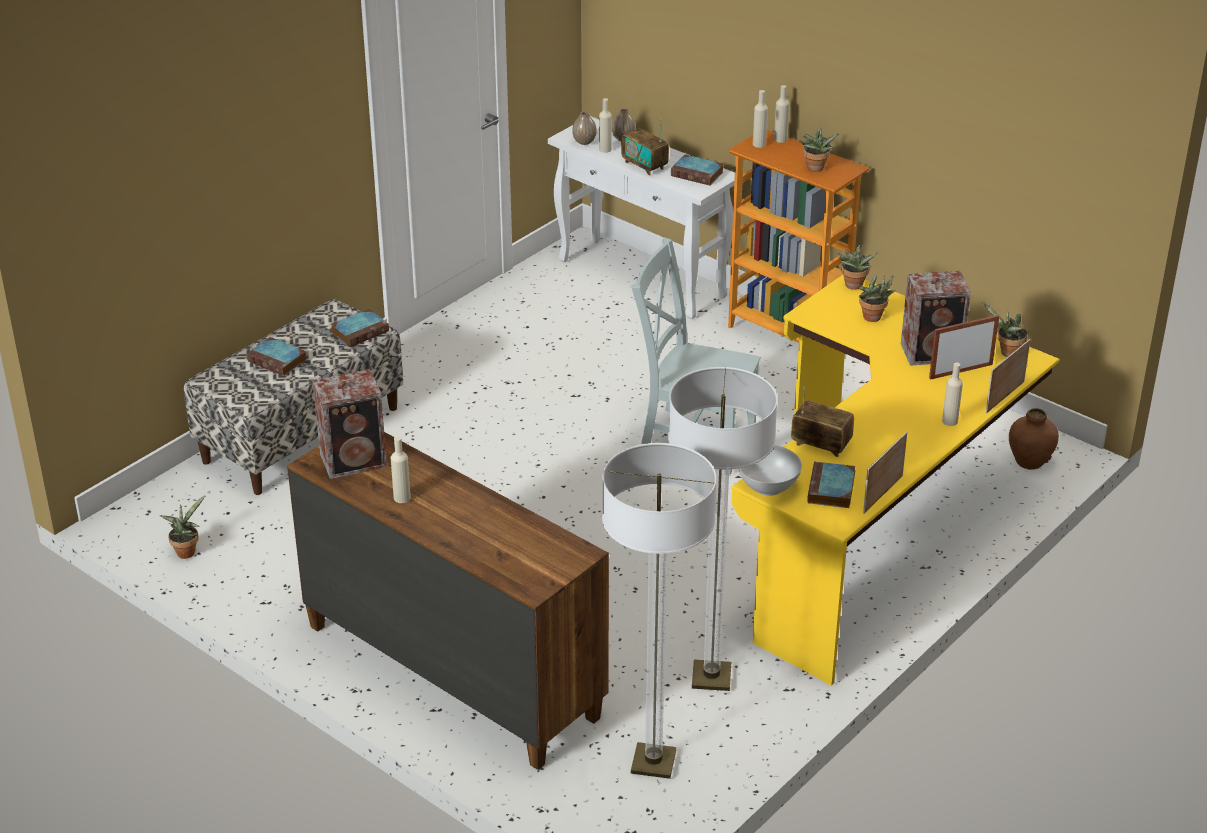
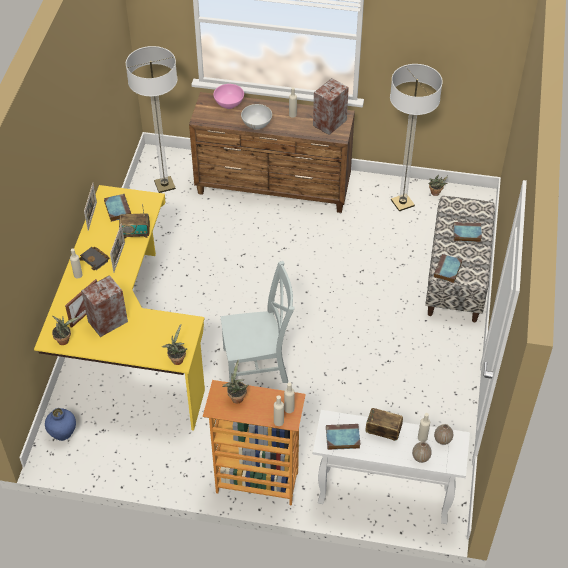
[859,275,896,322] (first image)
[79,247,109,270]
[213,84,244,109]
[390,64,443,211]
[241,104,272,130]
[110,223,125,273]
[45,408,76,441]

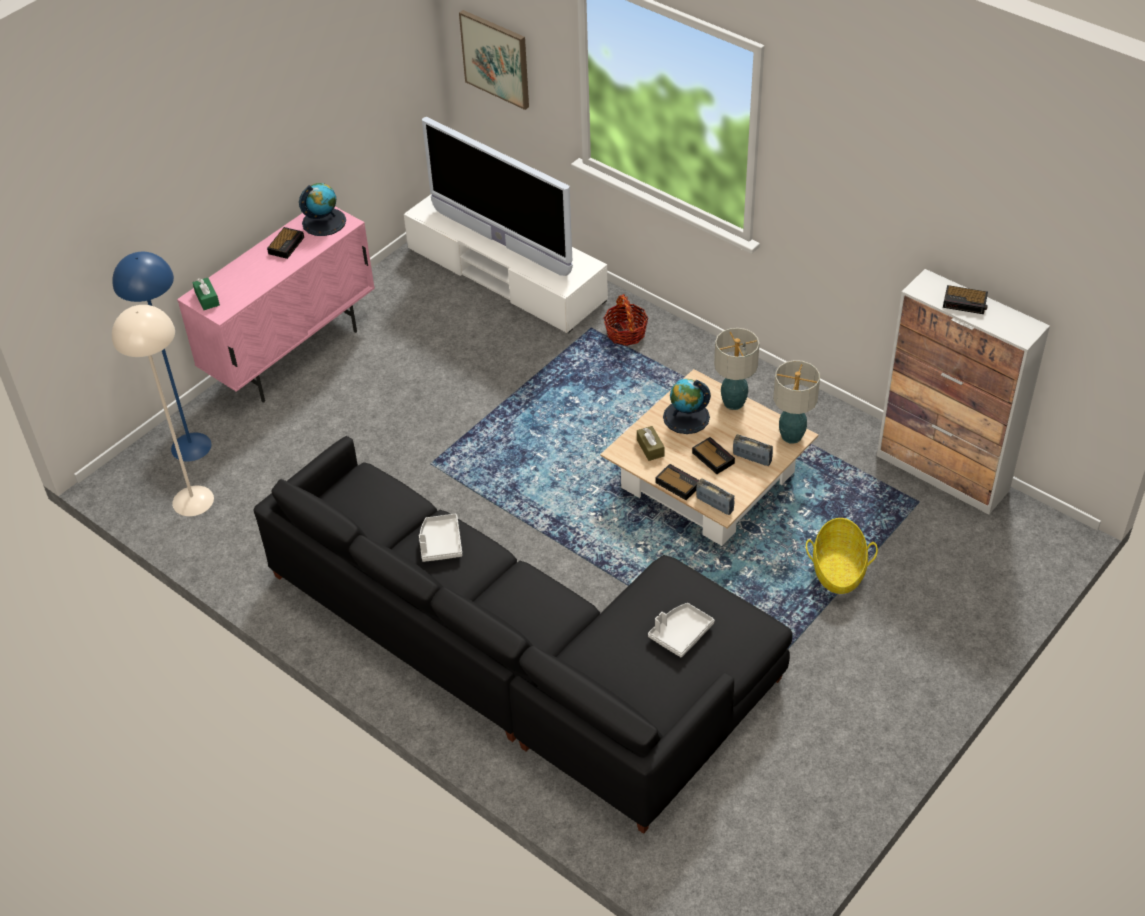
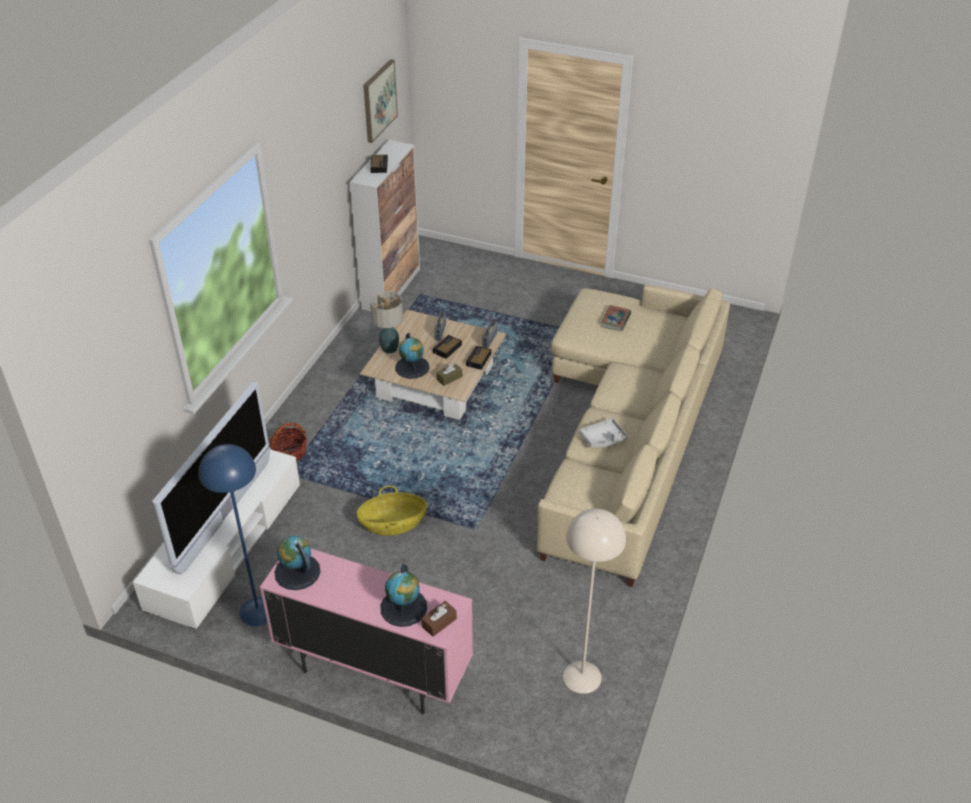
[267,227,304,259] (first image)
[773,360,820,444] (first image)
[380,564,427,627]
[199,444,267,626]
[363,59,398,143]
[357,486,427,536]
[601,305,631,331]
[421,601,457,637]
[537,284,730,587]

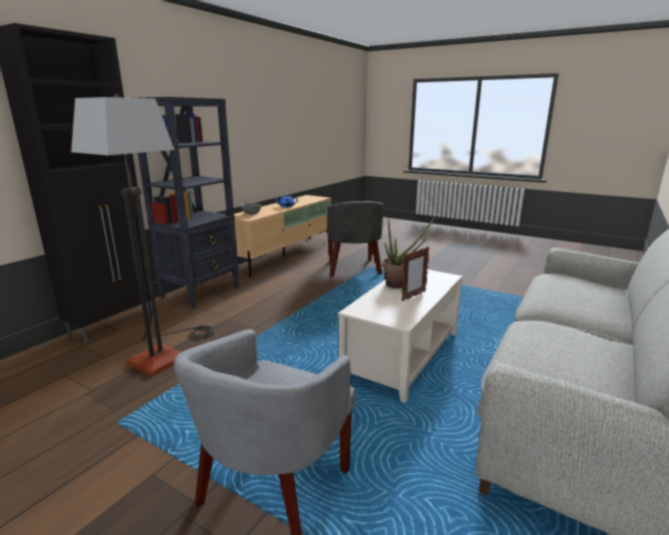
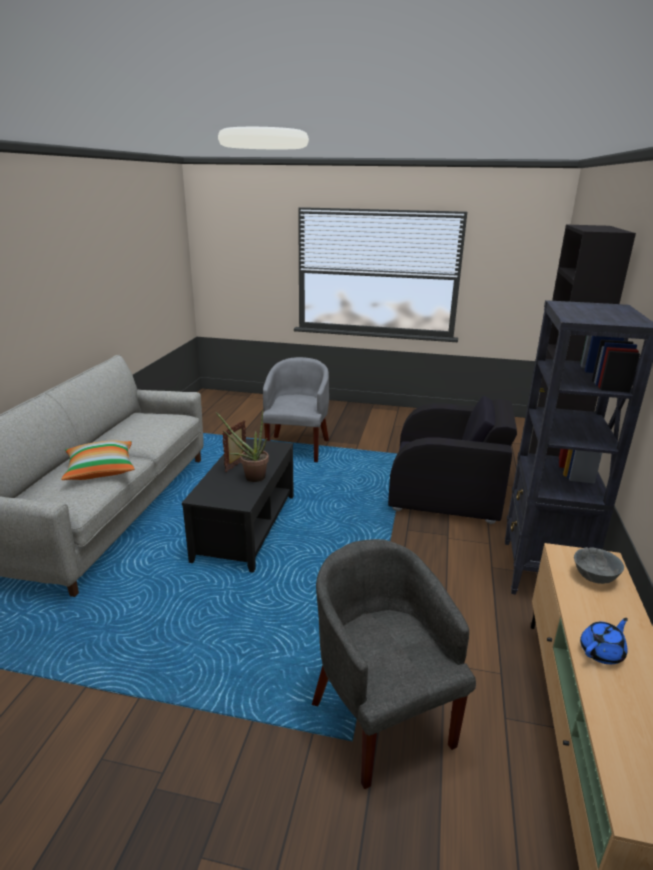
[61,440,135,480]
[388,396,517,524]
[182,438,294,573]

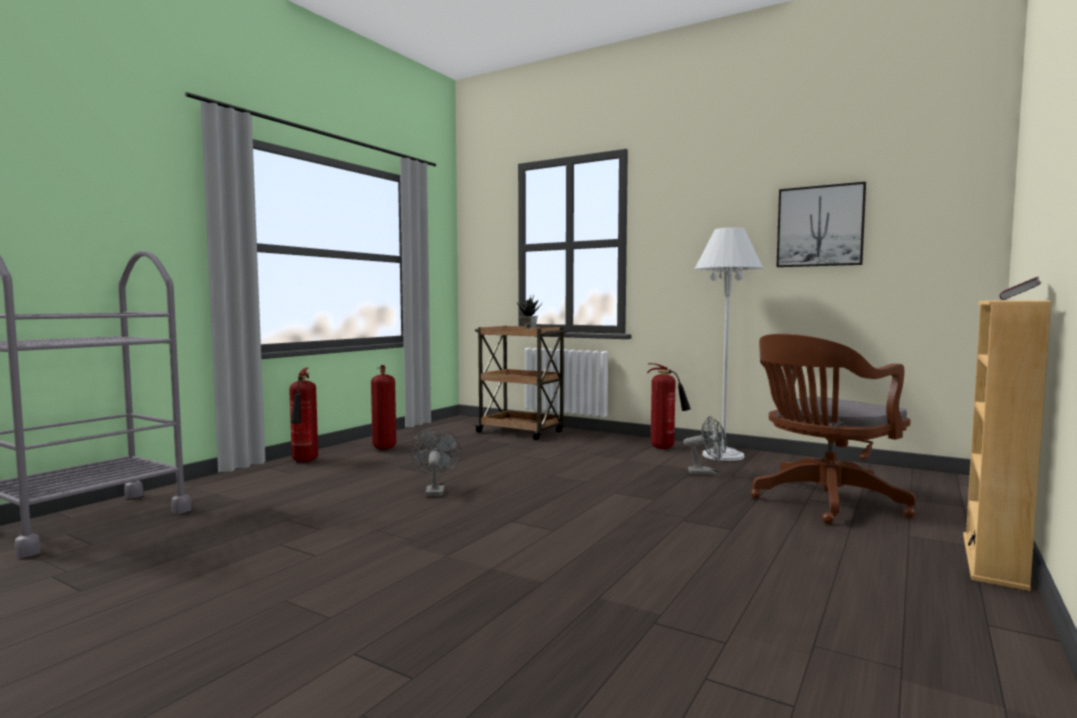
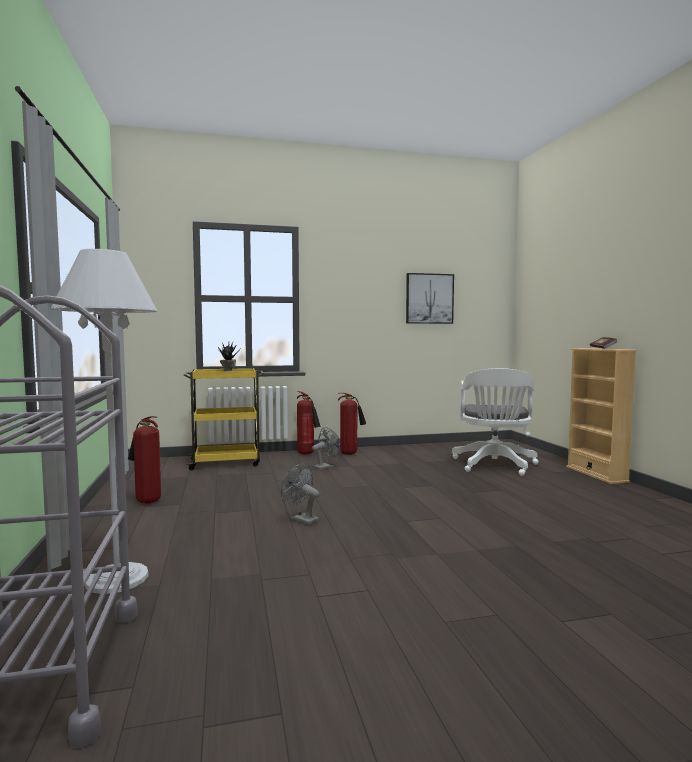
[297,391,321,455]
[312,427,340,470]
[50,249,158,594]
[183,368,265,470]
[452,368,539,476]

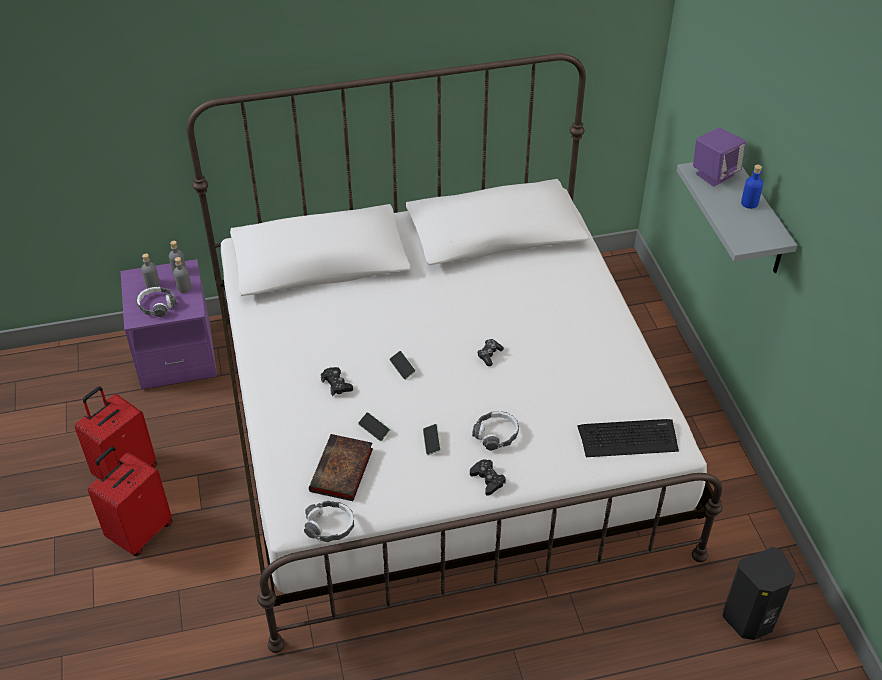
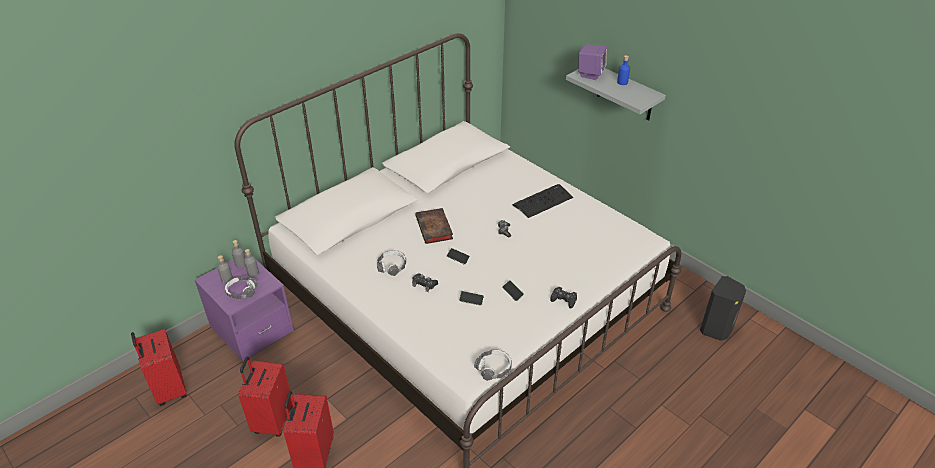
[131,329,187,406]
[415,208,453,244]
[377,250,406,276]
[513,184,573,218]

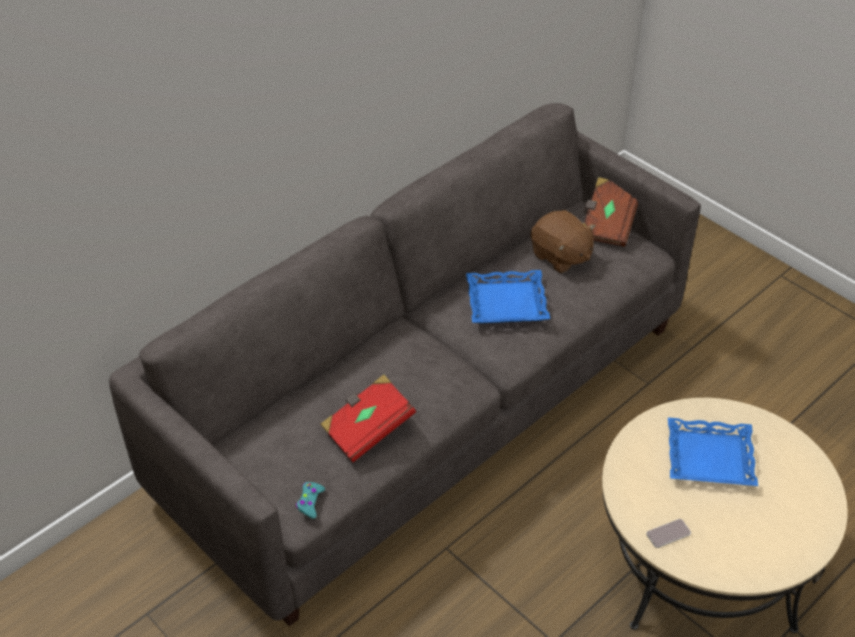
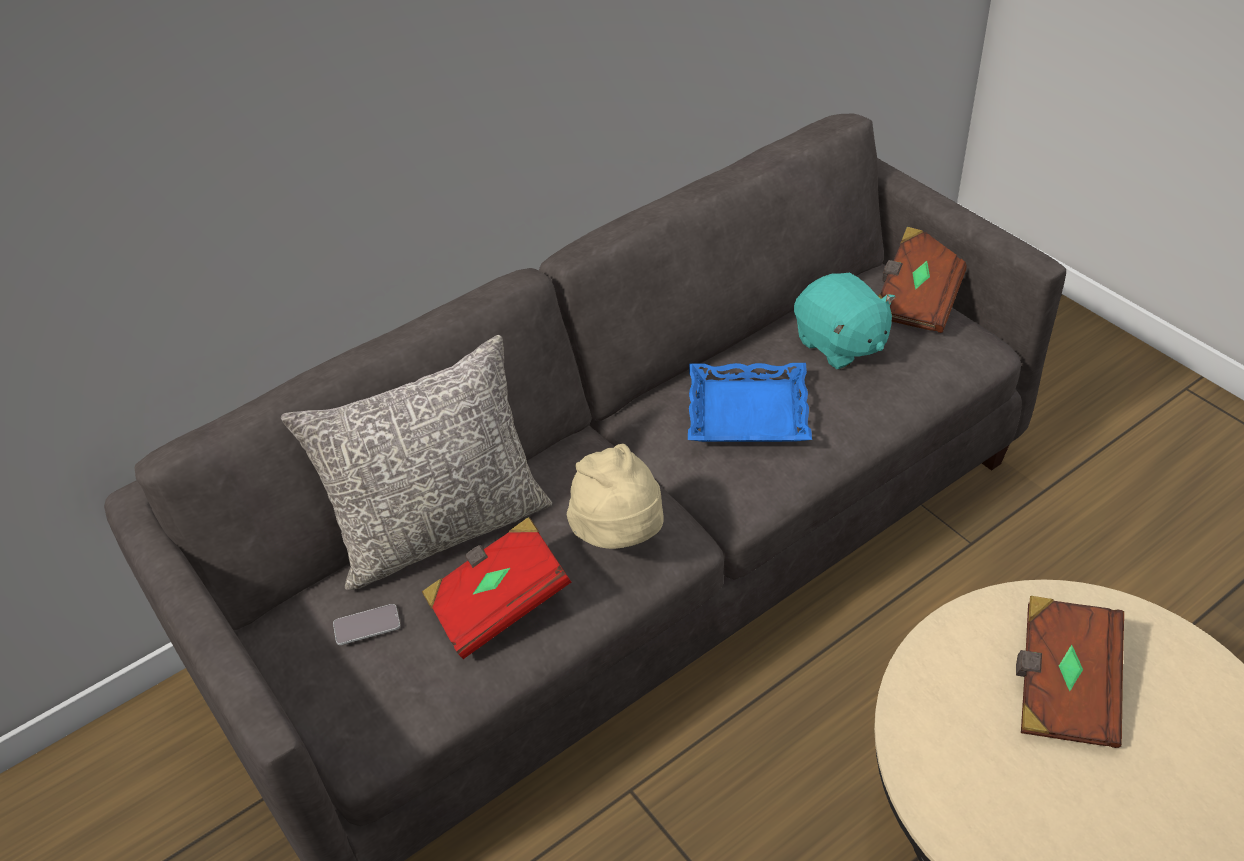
[296,482,325,519] (first image)
[281,335,552,590]
[567,444,664,549]
[333,604,400,645]
[1016,596,1124,748]
[794,273,895,370]

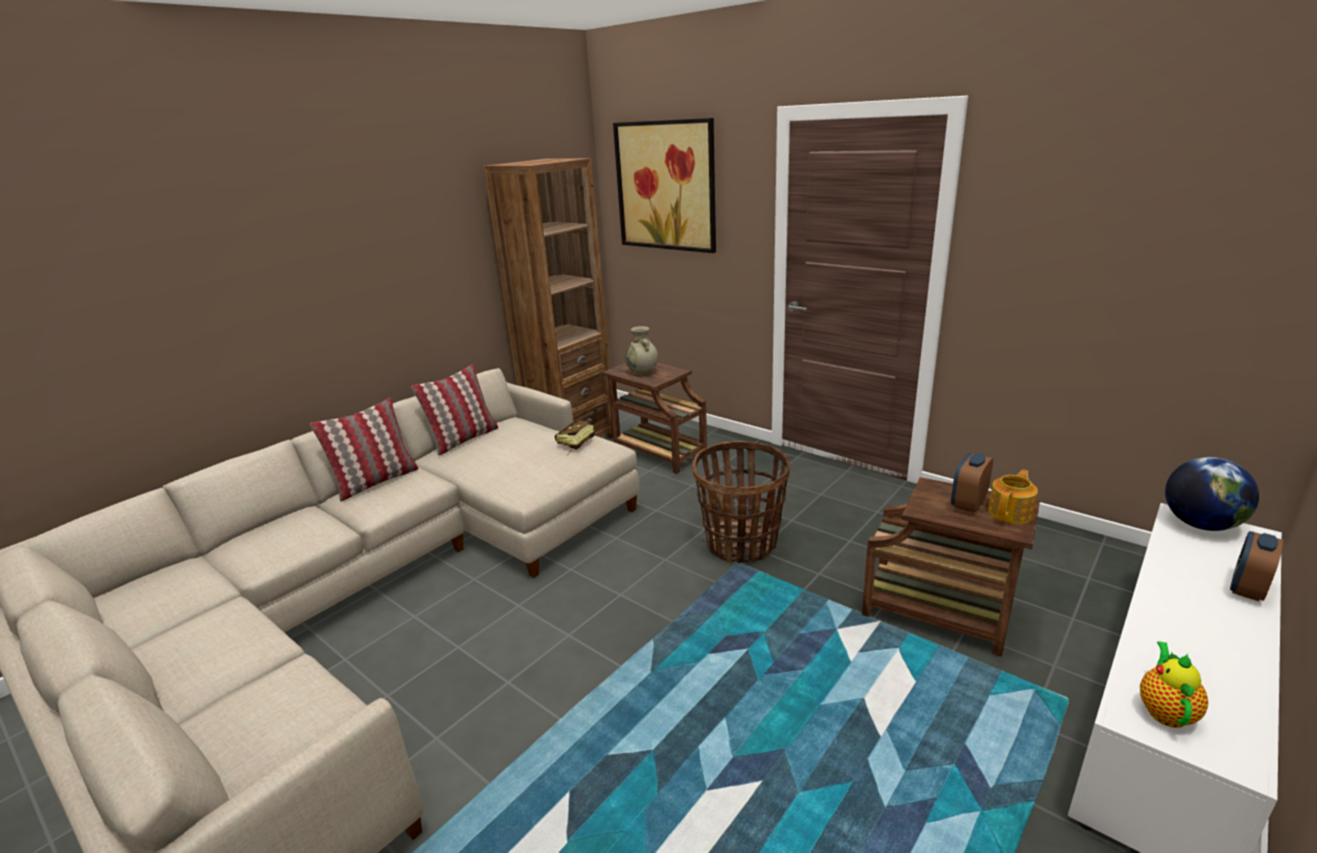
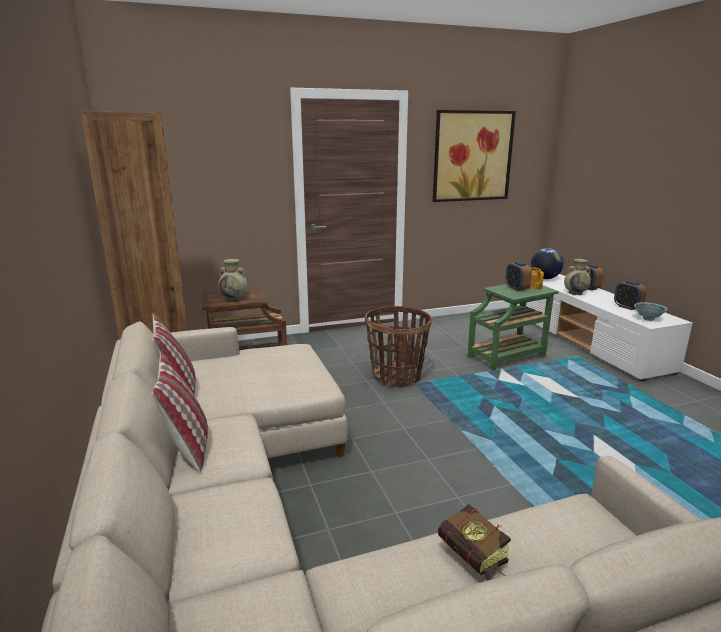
[564,259,591,295]
[614,280,647,310]
[438,504,511,576]
[433,110,516,202]
[634,302,667,321]
[468,284,559,371]

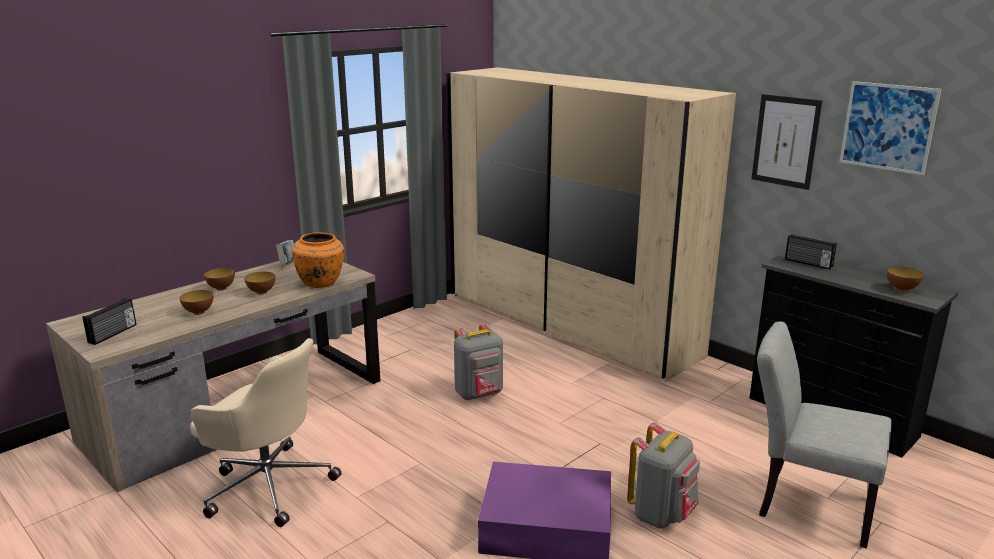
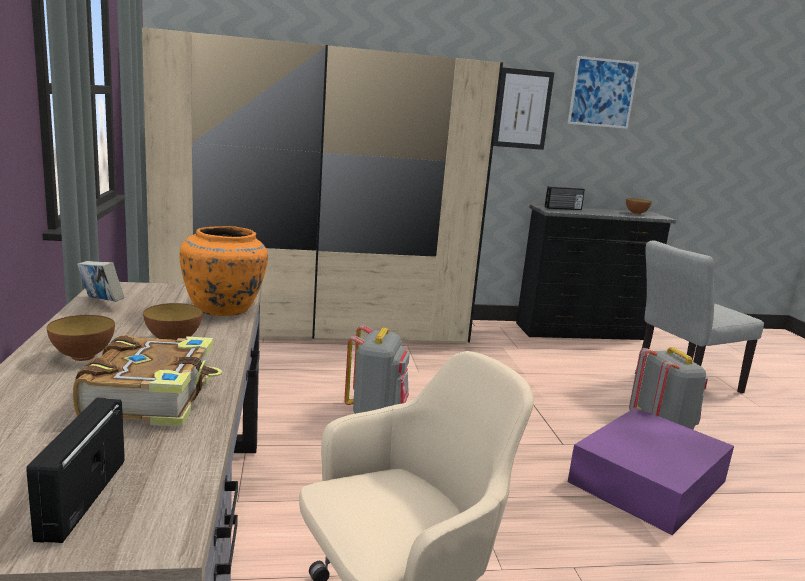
[73,335,222,427]
[26,397,125,543]

